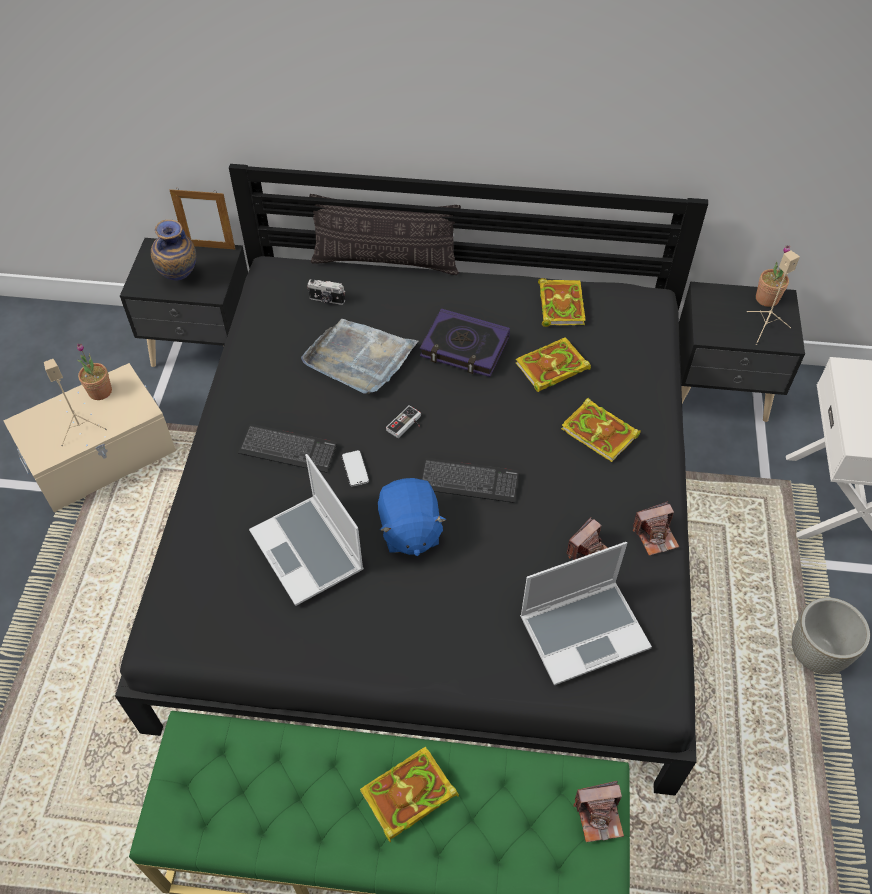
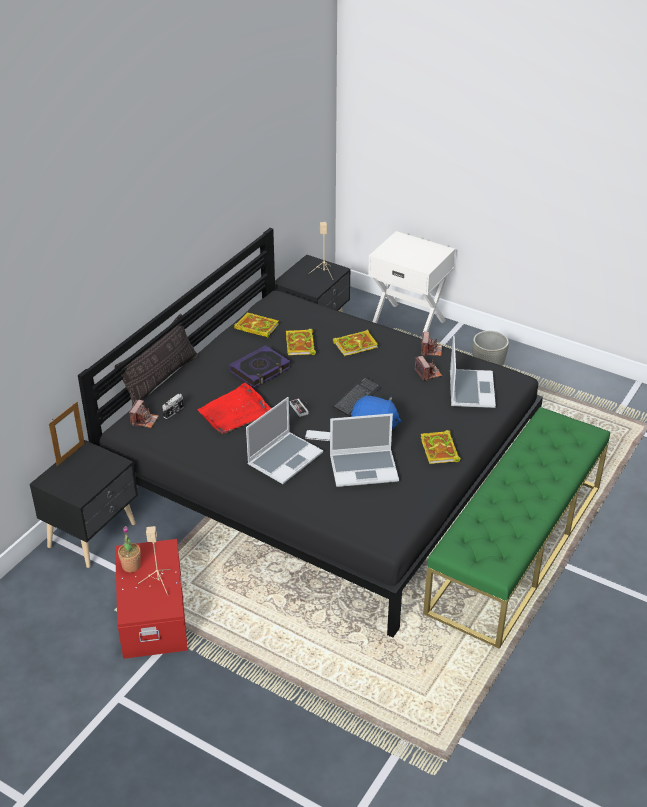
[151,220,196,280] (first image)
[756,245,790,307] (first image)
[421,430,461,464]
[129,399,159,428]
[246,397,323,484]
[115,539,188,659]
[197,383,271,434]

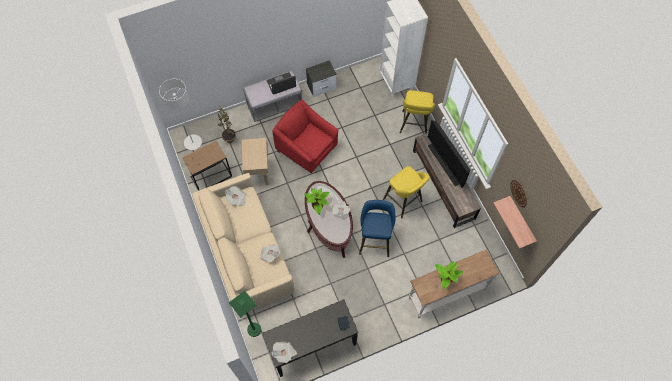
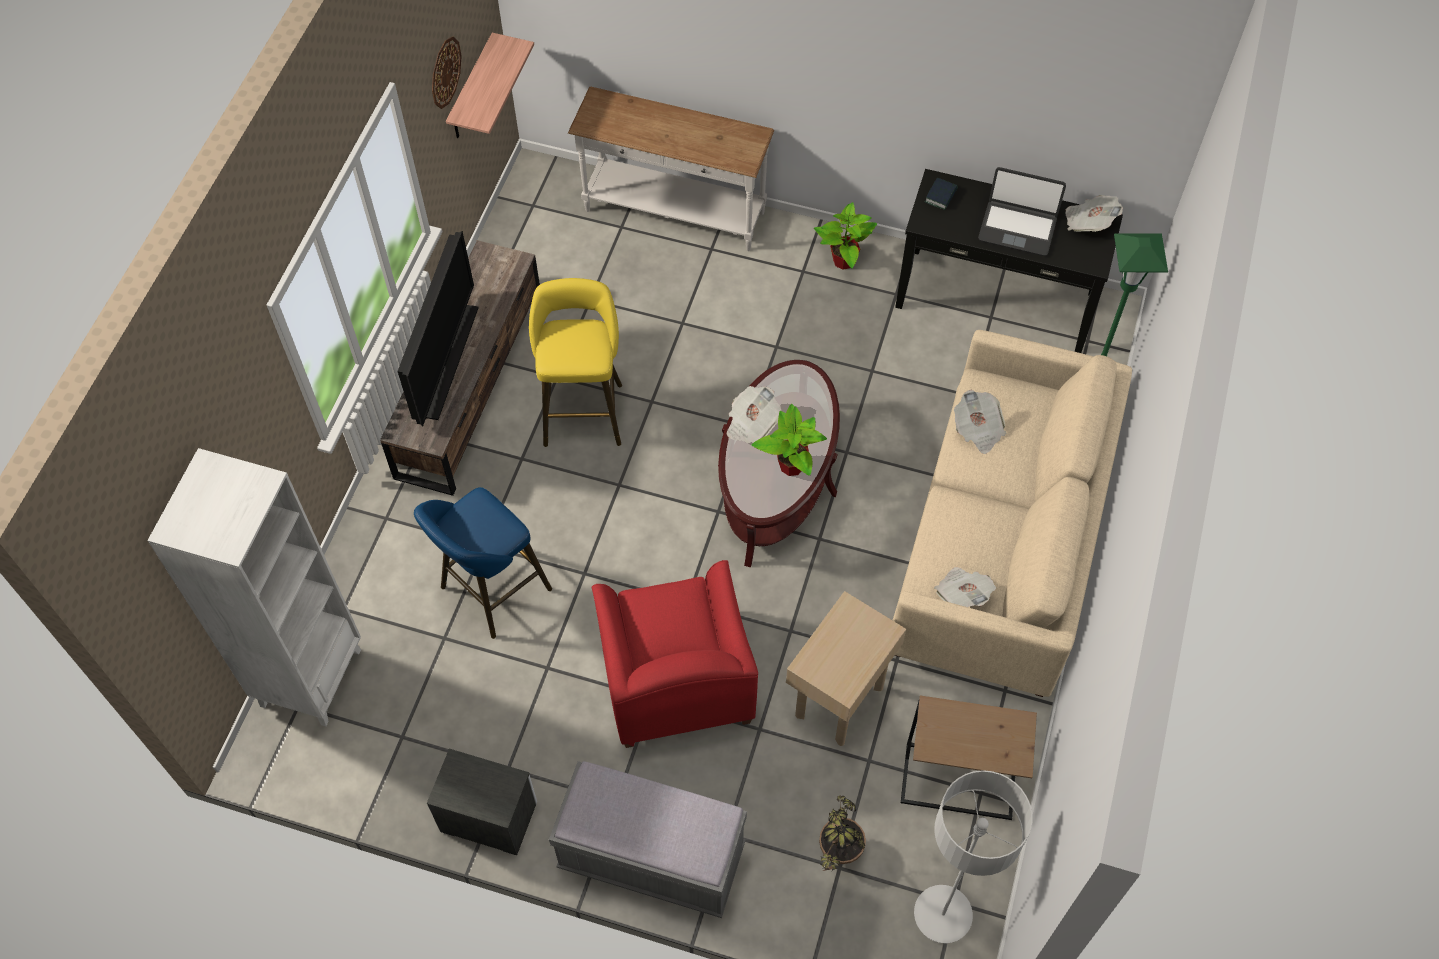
[399,90,435,134] (first image)
[978,167,1066,256]
[414,487,552,639]
[814,202,877,270]

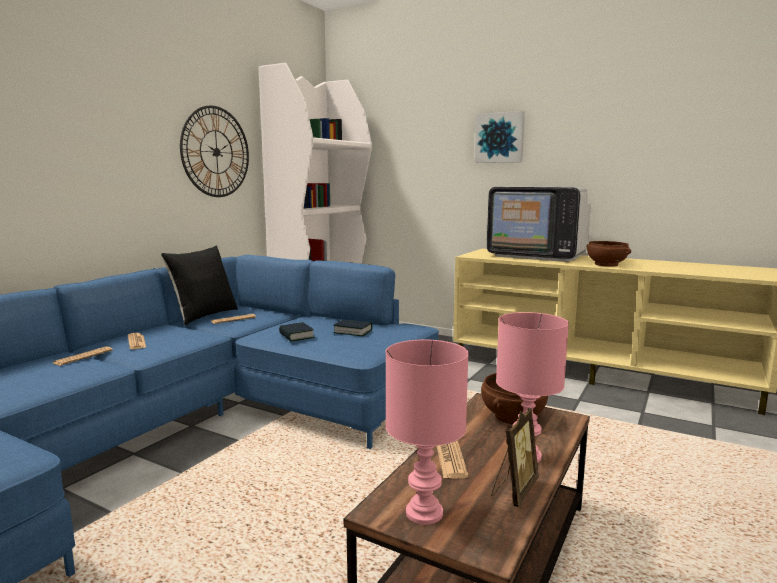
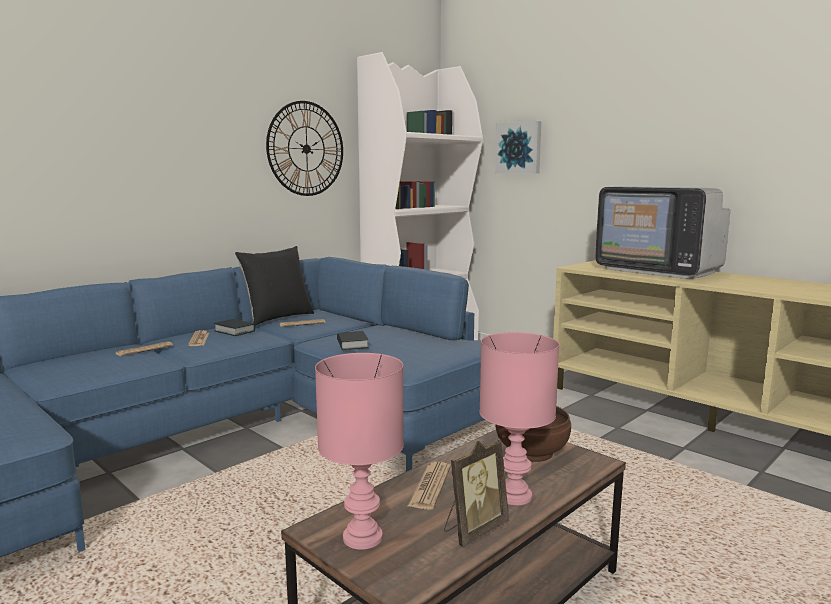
[587,241,631,267] (first image)
[214,319,255,336]
[495,121,541,174]

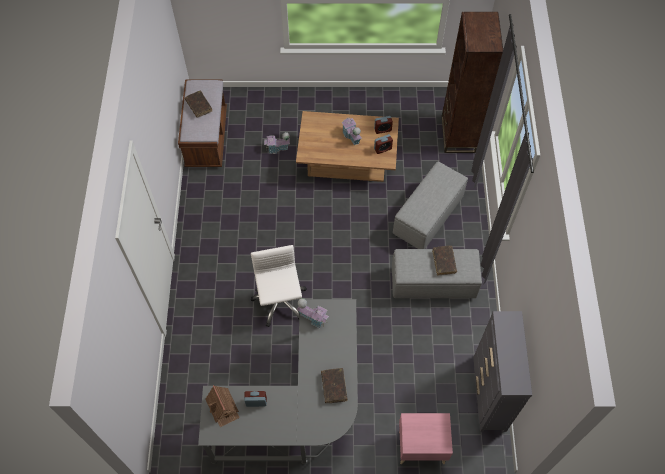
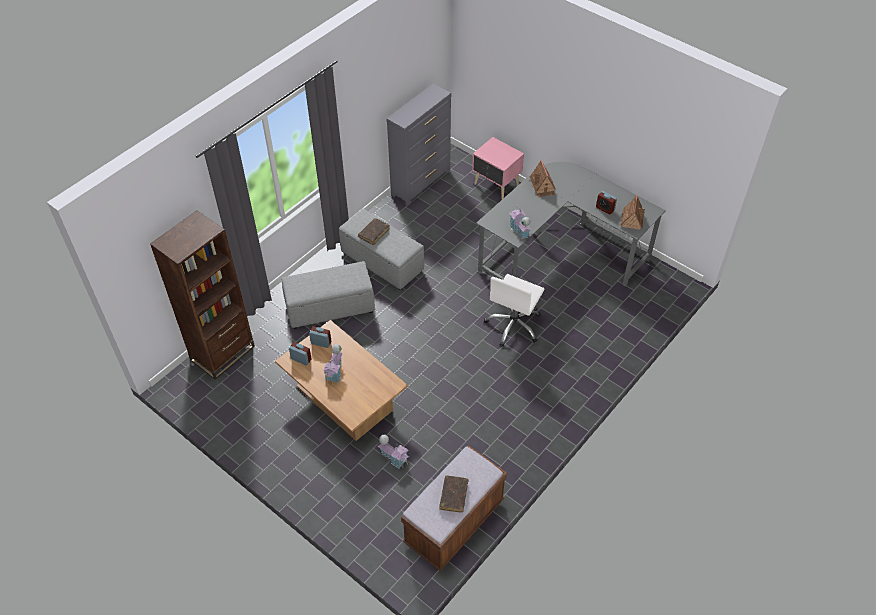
[530,160,555,197]

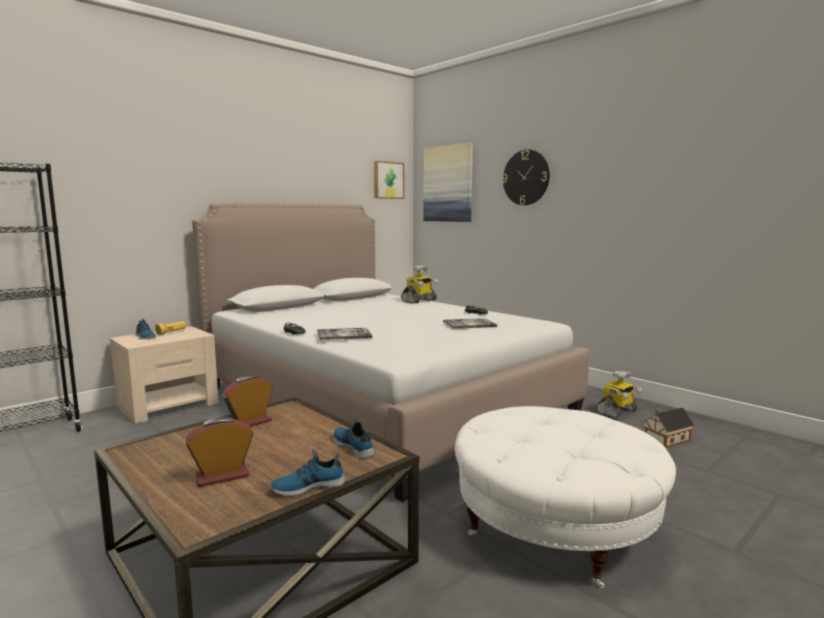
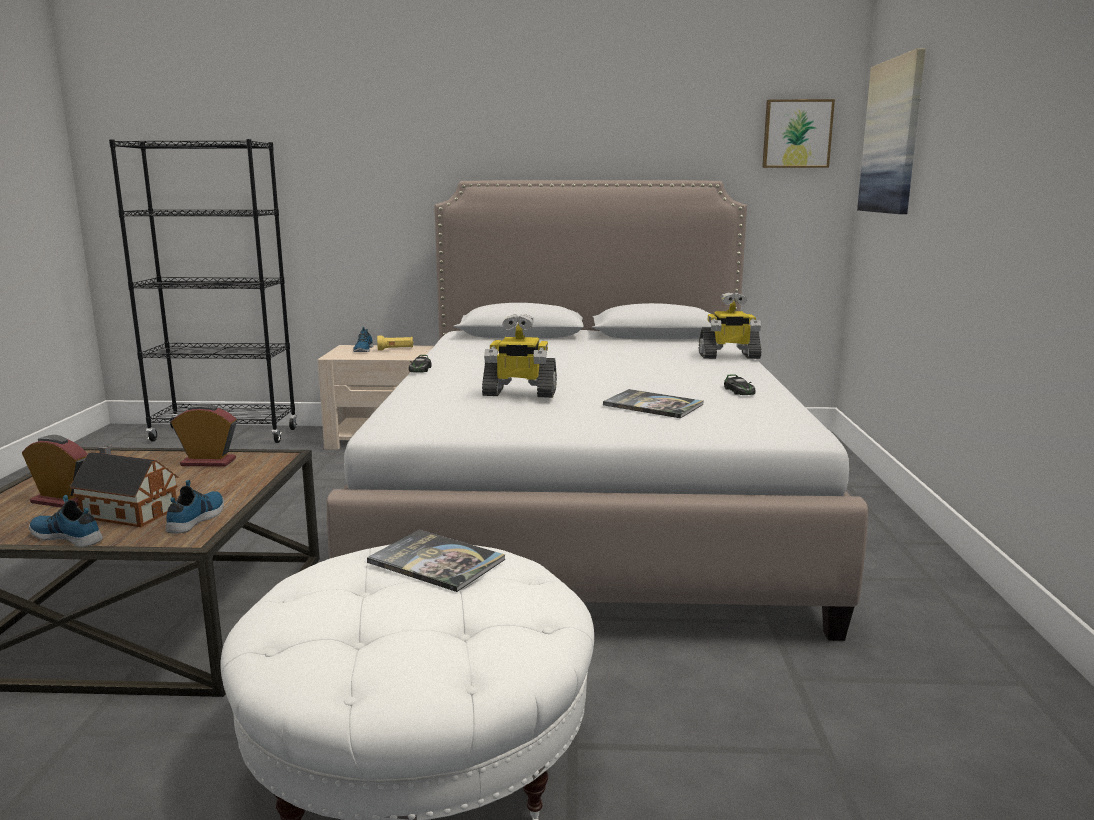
[502,150,549,205] (first image)
[367,530,505,592]
[482,314,557,398]
[70,445,179,527]

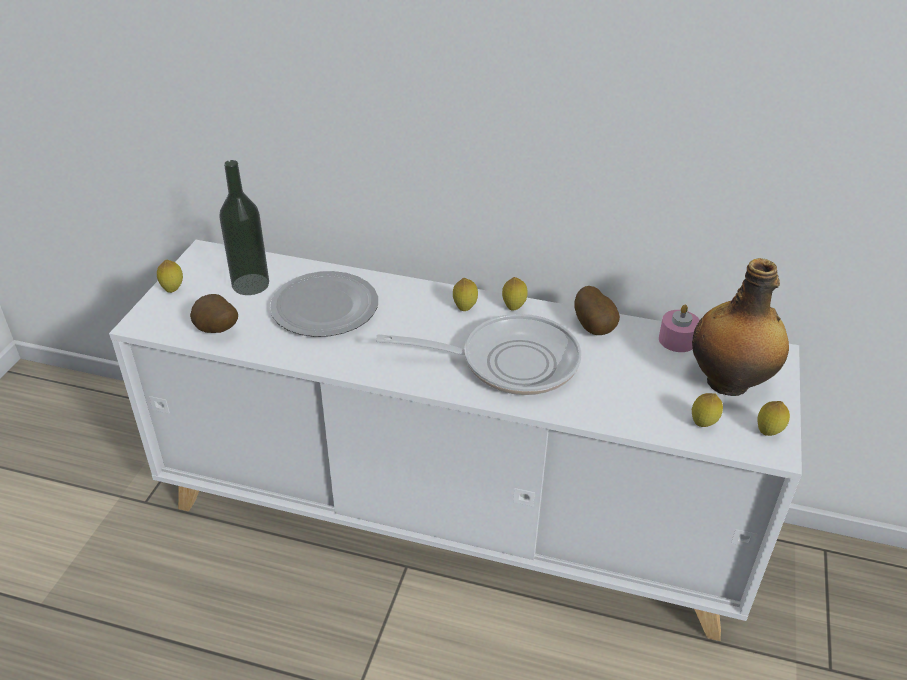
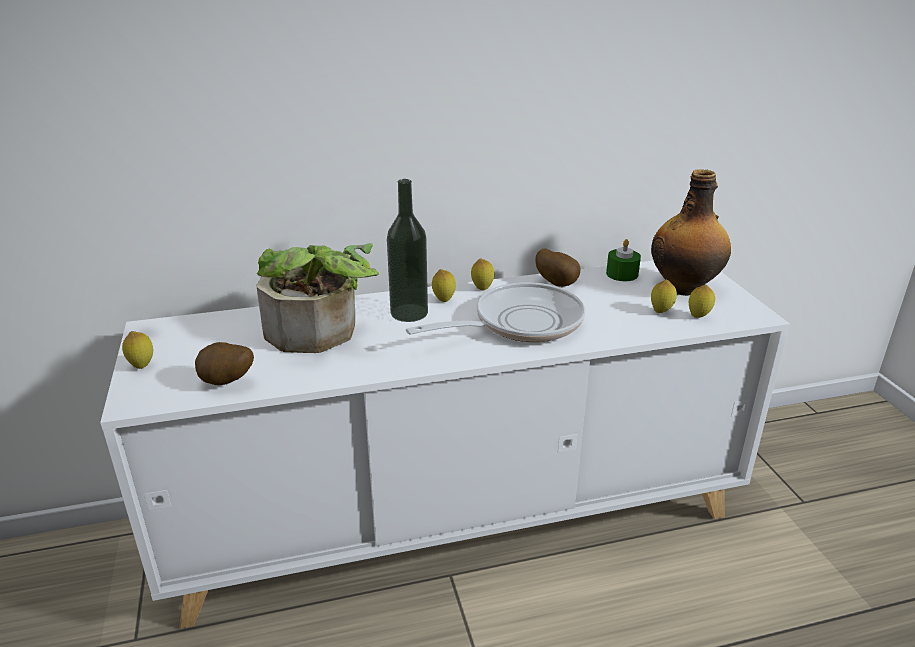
[387,179,428,322]
[651,280,677,313]
[256,243,379,353]
[606,239,641,281]

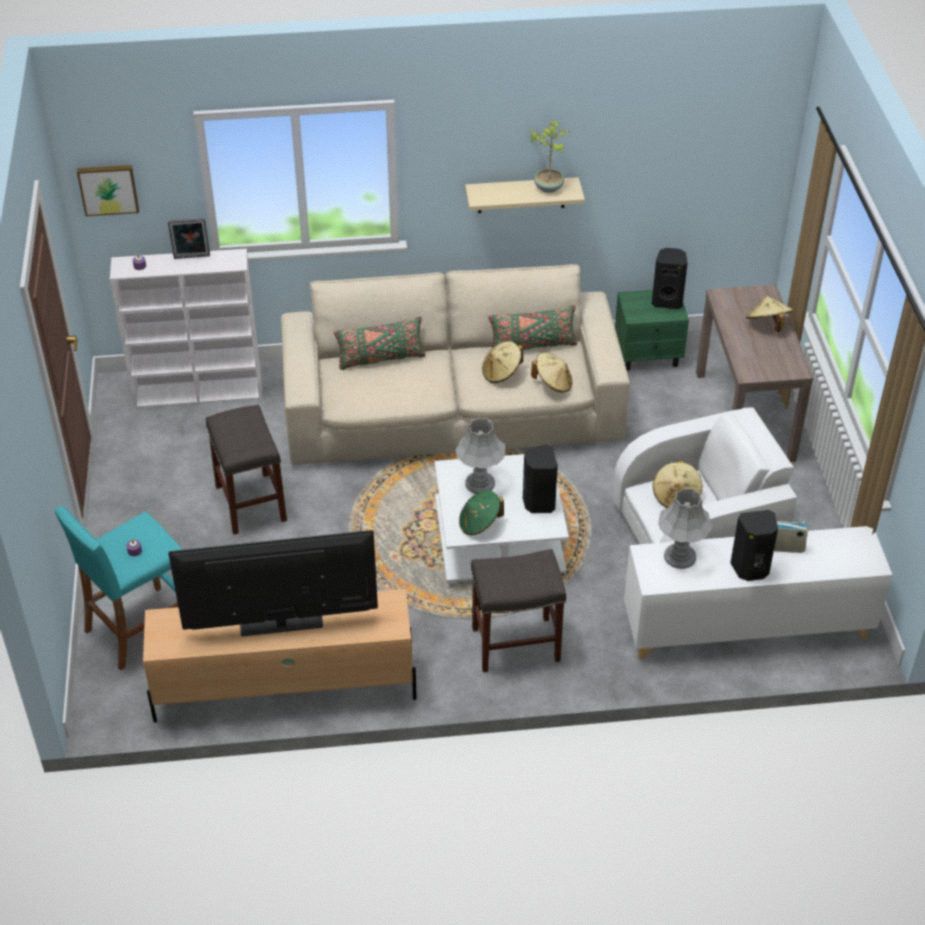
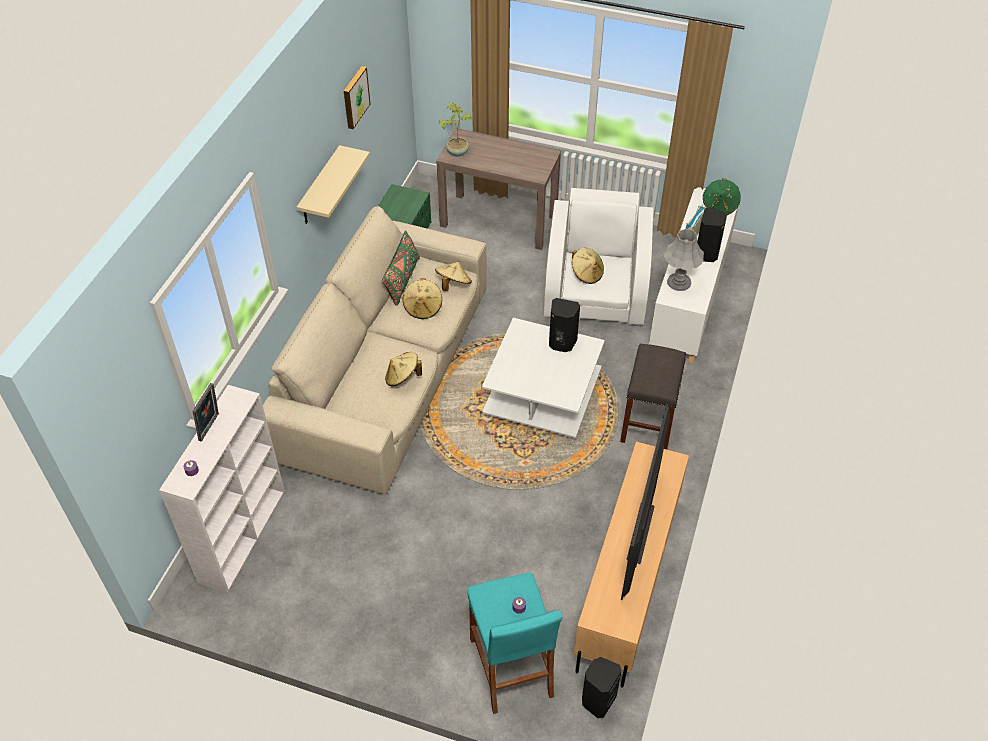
[206,405,287,535] (first image)
[333,316,426,370] (first image)
[455,418,505,494] (first image)
[344,66,371,129]
[703,178,741,215]
[439,103,471,157]
[582,657,622,718]
[385,352,422,386]

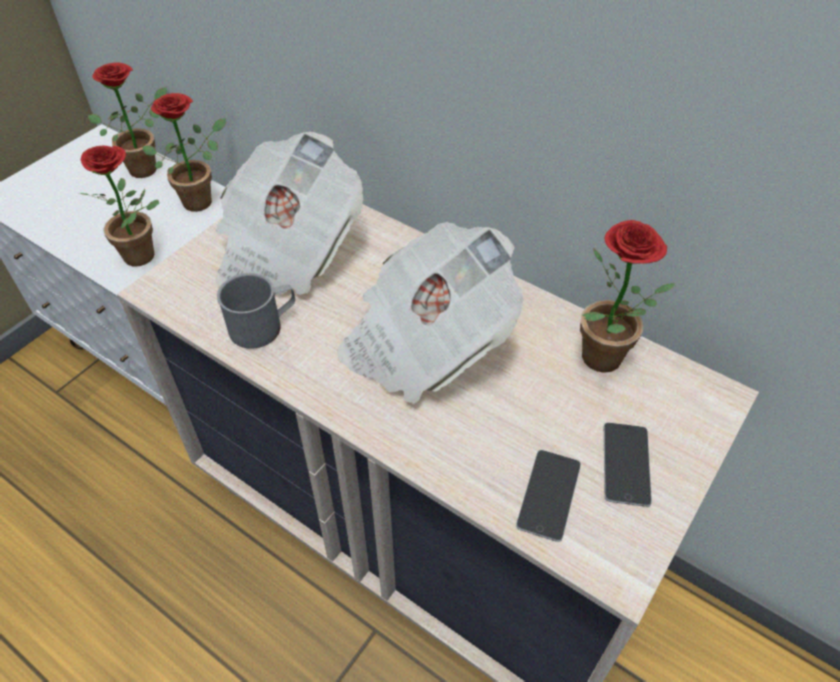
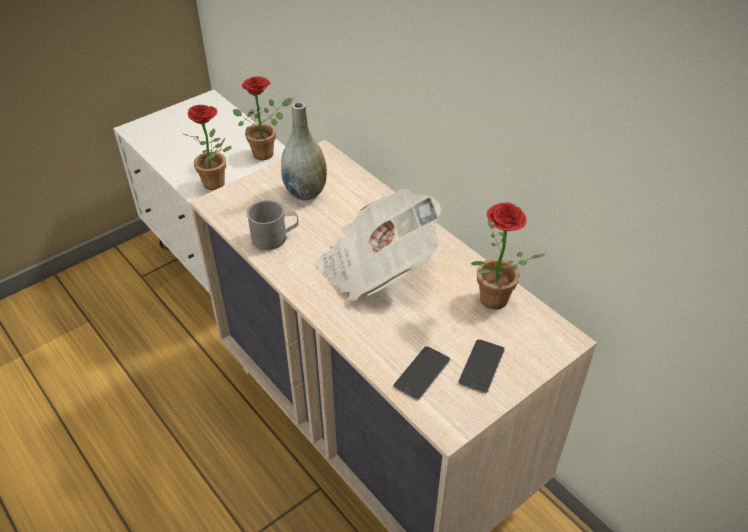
[88,63,167,178] (first image)
[281,102,327,201]

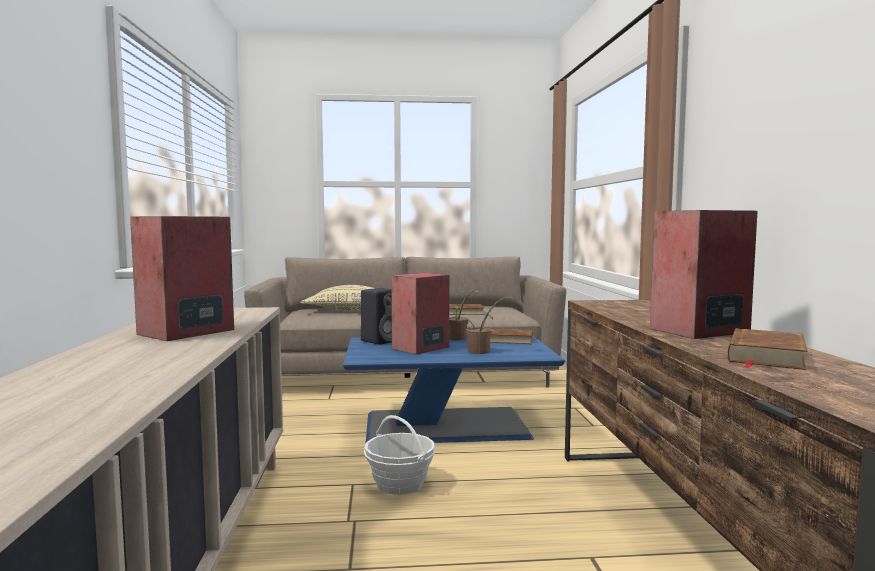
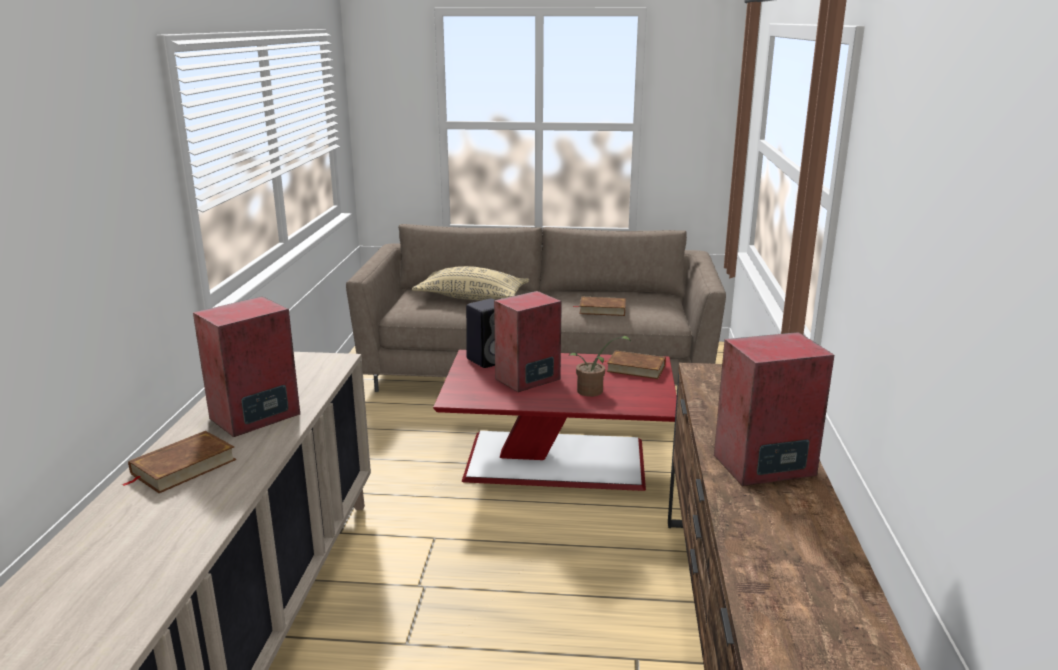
[364,415,435,495] (first image)
[449,290,479,341] (first image)
[121,431,236,493]
[433,350,677,491]

